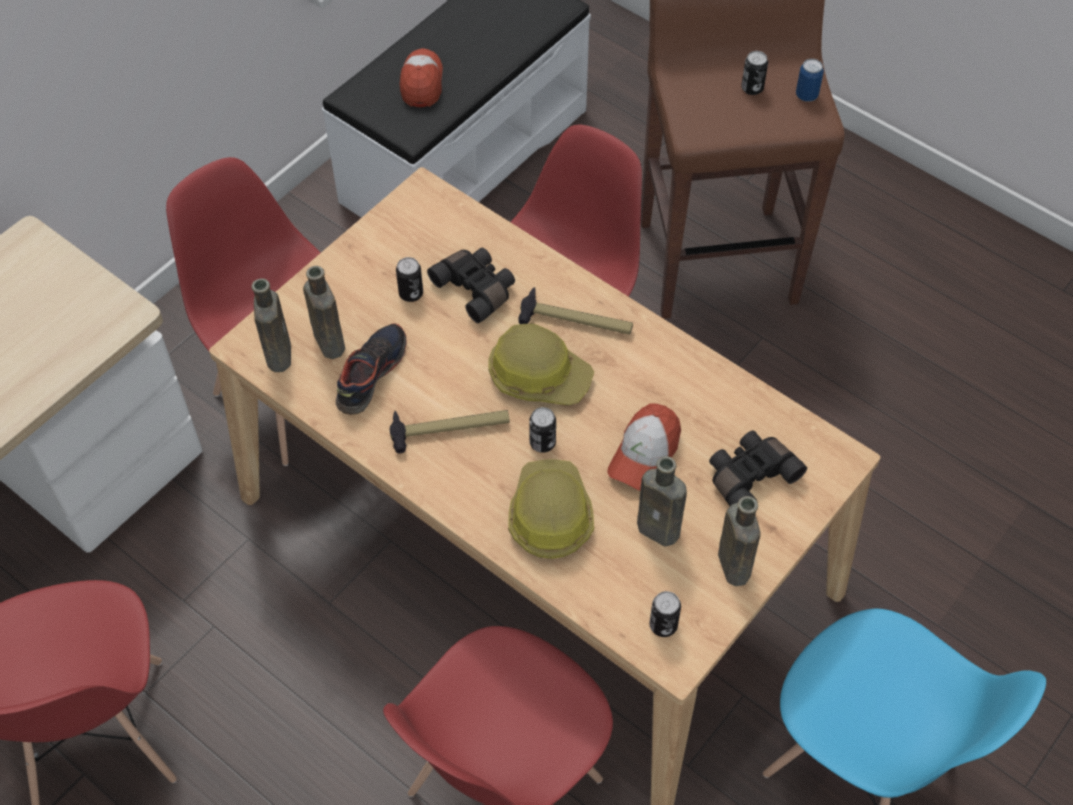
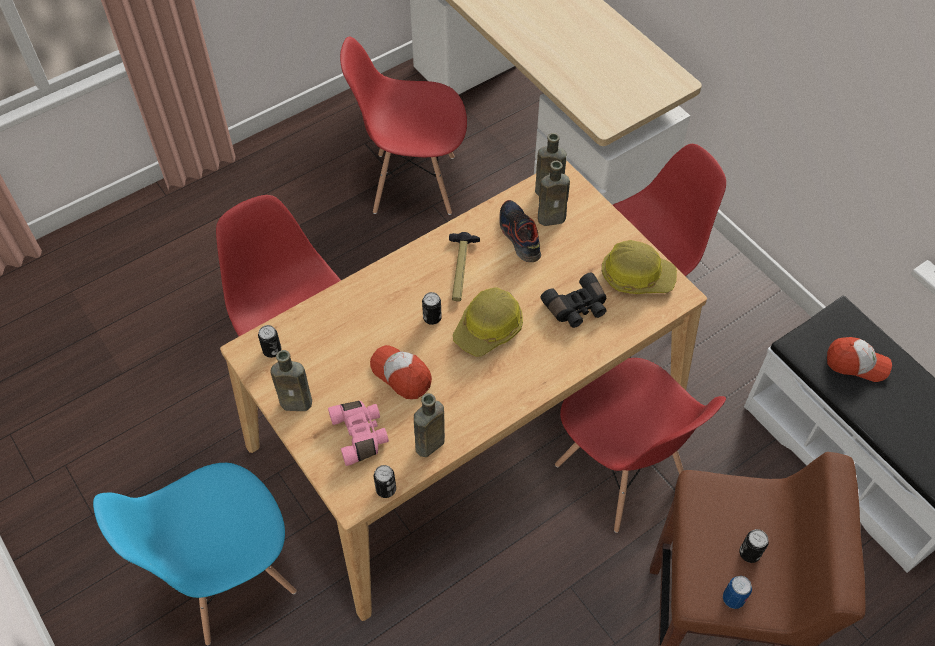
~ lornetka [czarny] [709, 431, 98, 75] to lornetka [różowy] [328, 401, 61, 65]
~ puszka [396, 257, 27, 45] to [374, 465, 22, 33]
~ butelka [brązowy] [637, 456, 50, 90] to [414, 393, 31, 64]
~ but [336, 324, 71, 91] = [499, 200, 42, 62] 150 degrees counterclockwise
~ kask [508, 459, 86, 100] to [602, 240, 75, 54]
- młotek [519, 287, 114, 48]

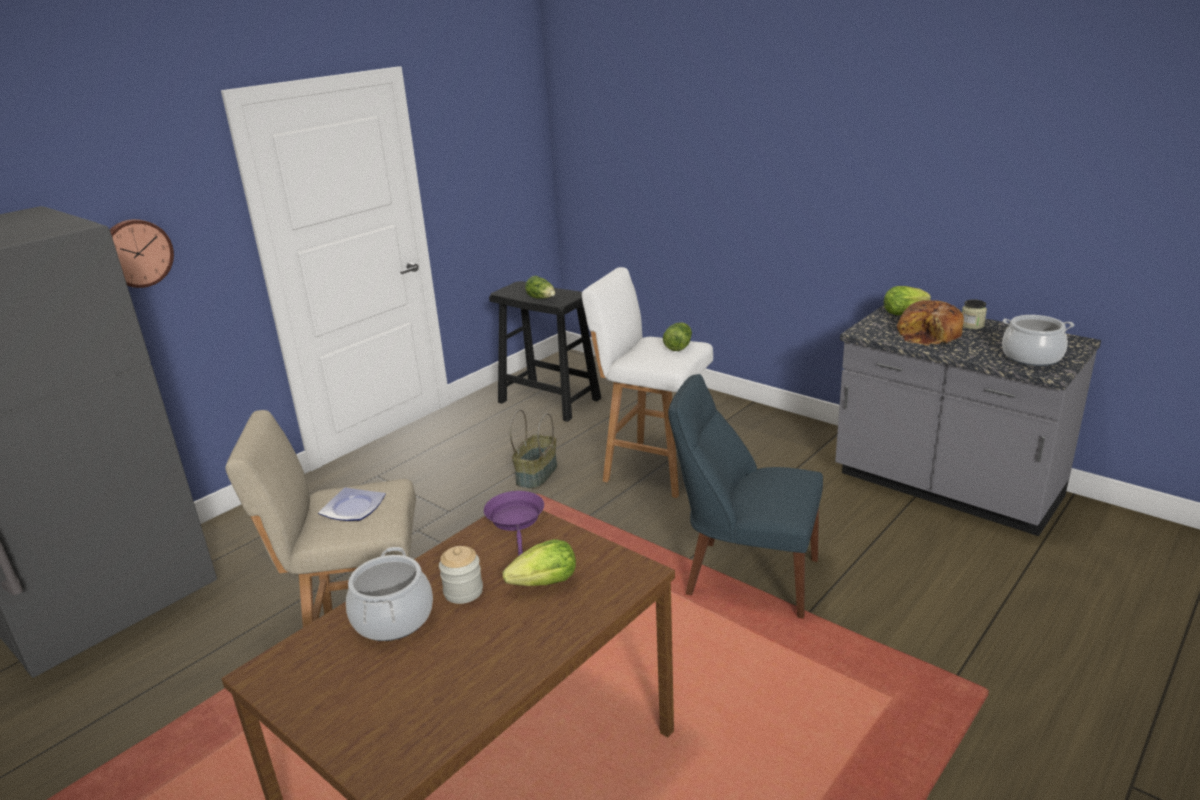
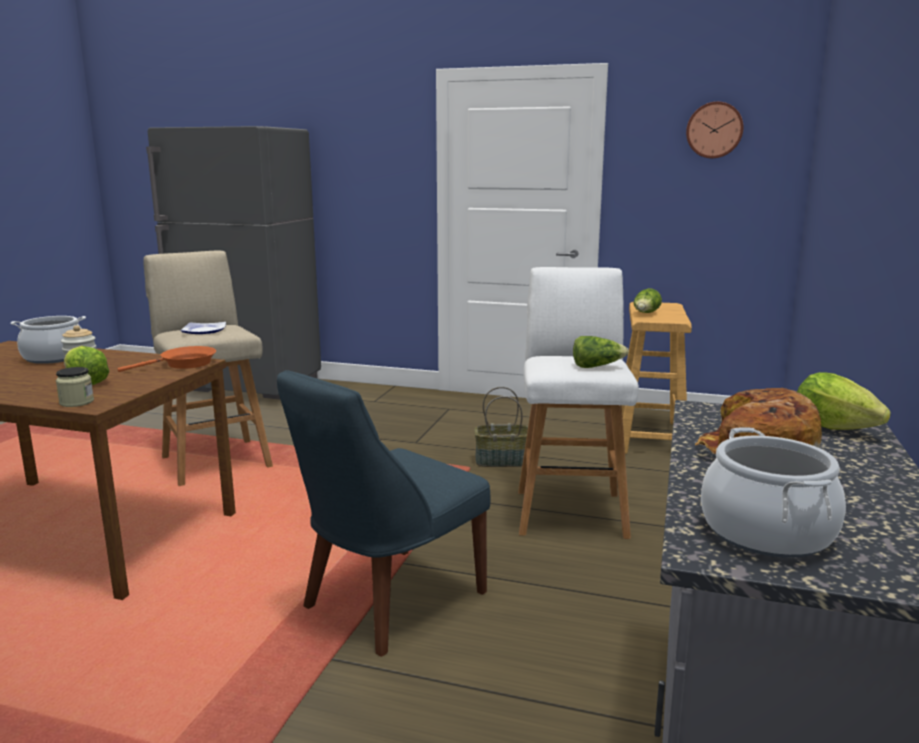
~ słoik [962, 299, 25, 30] to [56, 367, 38, 40]
~ patelnia [fioletowy] [484, 491, 60, 65] to patelnia [pomarańczowy] [118, 346, 98, 26]
~ krzesło [niebieski] [668, 374, 155, 245] = [277, 370, 213, 287] 135 degrees counterclockwise
~ stołek [czarny] [489, 281, 112, 141] to stołek [beżowy] [622, 302, 70, 152]
~ zegar ścienny [110, 219, 64, 69] to [686, 102, 57, 56]

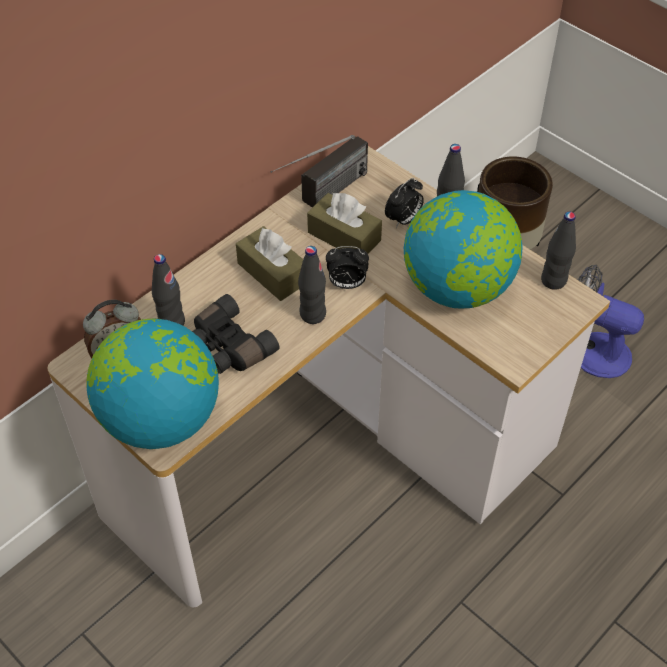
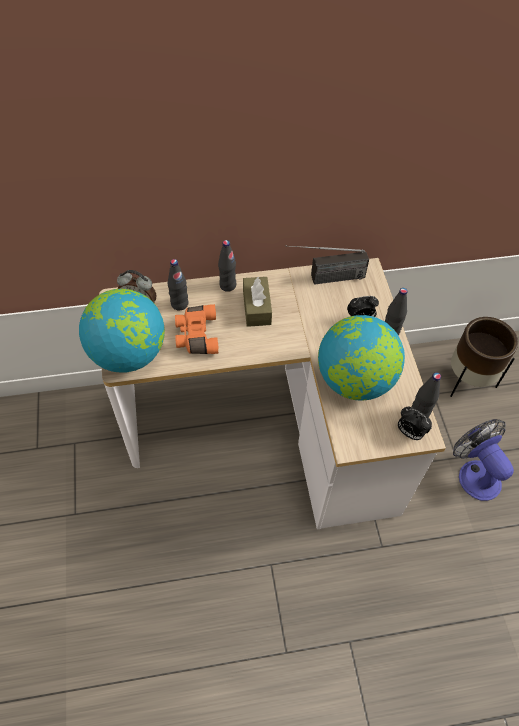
~ lornetka [czarny] [192, 294, 88, 80] to lornetka [pomarańczowy] [175, 304, 43, 50]
~ butelka [czarny] [298, 246, 28, 78] to [218, 240, 18, 52]
~ budzik [326, 246, 43, 43] to [398, 407, 34, 33]
- pudełko chusteczek [brązowy] [307, 192, 75, 62]

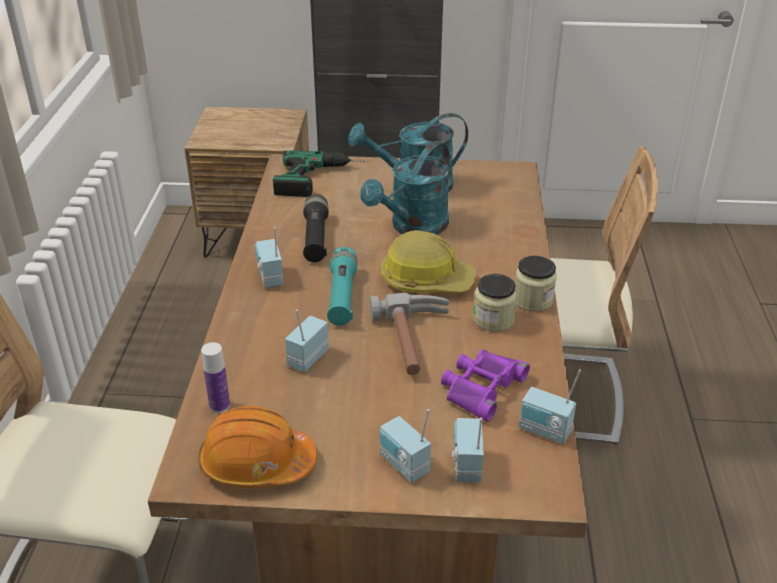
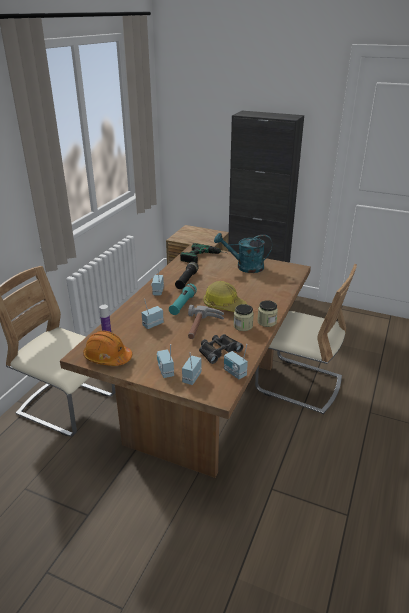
~ lornetka [fioletowy] [441, 349, 89, 73] to lornetka [czarny] [199, 334, 44, 30]
- konewka [turkusowy] [360, 141, 90, 94]

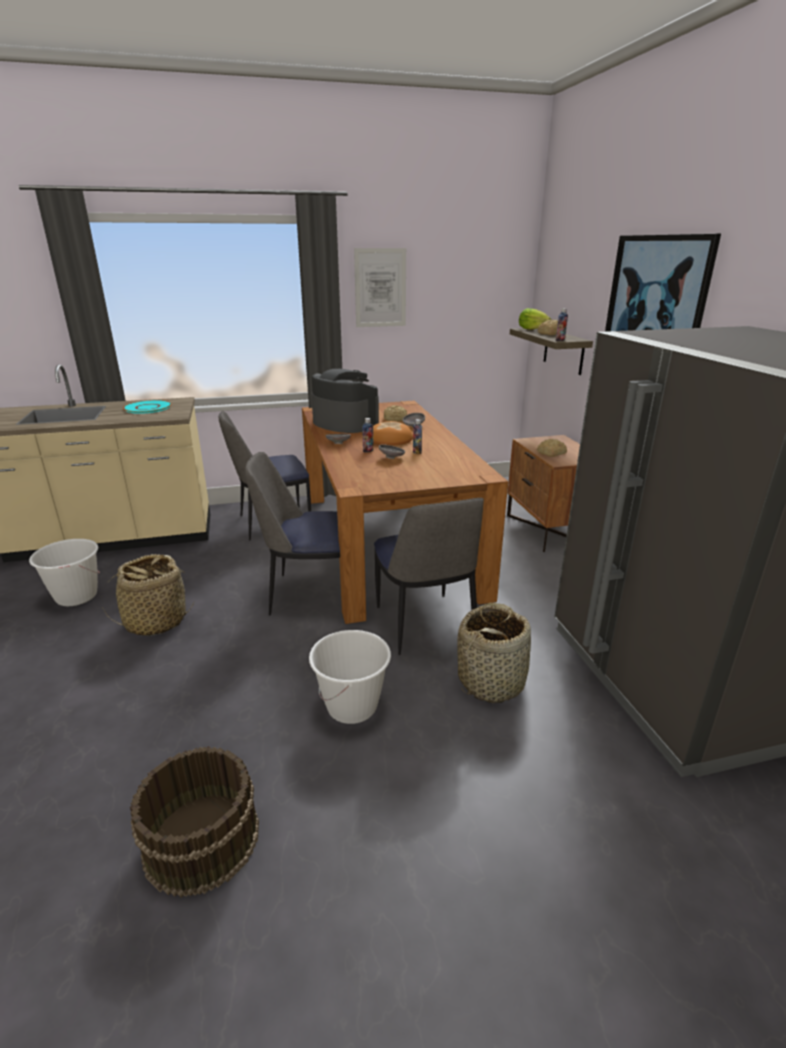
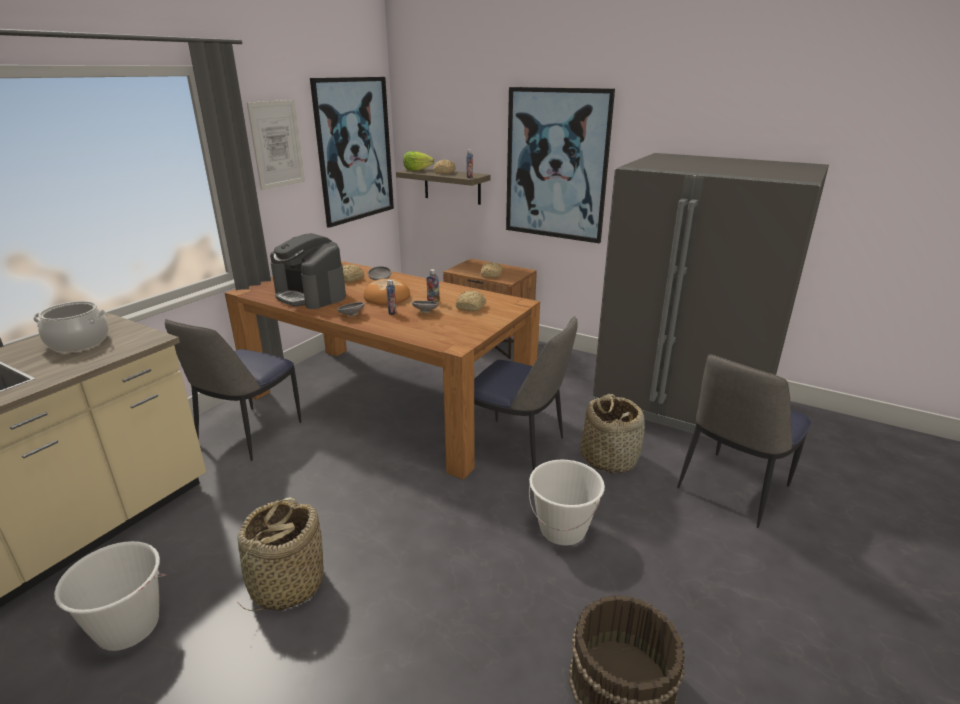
~ talerz [turkusowy] [123, 400, 49, 14] to garnek [33, 301, 76, 51]
~ ekspres do kawy [312, 369, 67, 64] = [270, 233, 76, 76] 135 degrees counterclockwise
+ obraz [310, 77, 84, 151]
+ chleb [456, 291, 30, 21]
~ krzesło [245, 452, 95, 163] to [677, 354, 134, 174]

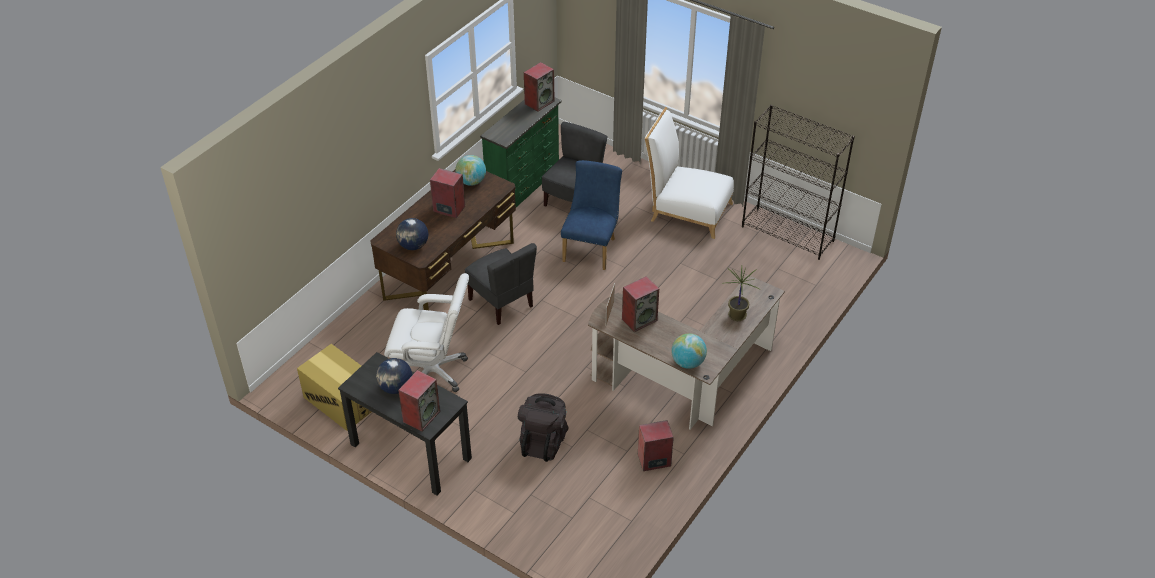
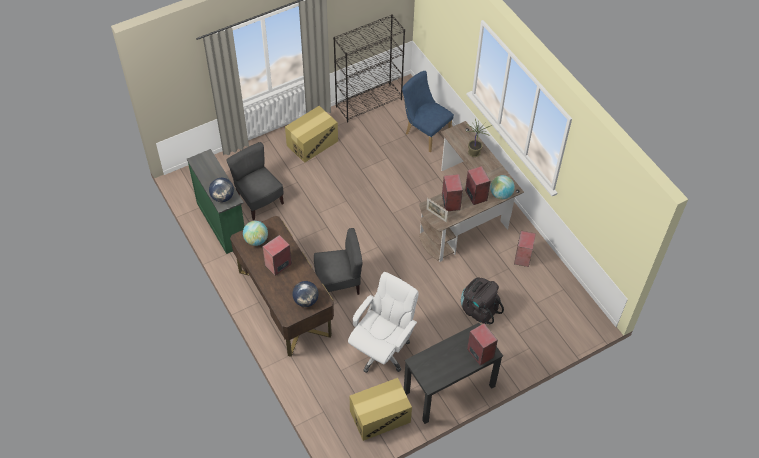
~ globus [376, 358, 36, 36] to [209, 178, 25, 24]
~ krzesło [biały] [645, 107, 89, 132] to karton [285, 106, 53, 57]
~ krzesło [niebieski] [561, 160, 61, 110] to [402, 71, 52, 81]
~ głośnik [524, 62, 31, 49] to [465, 166, 26, 39]

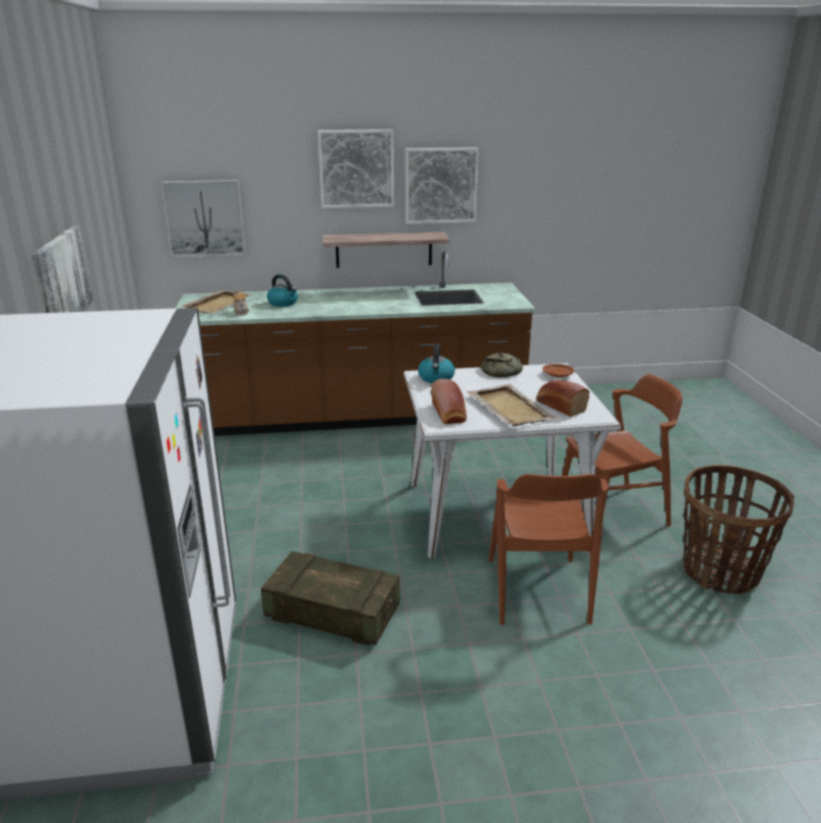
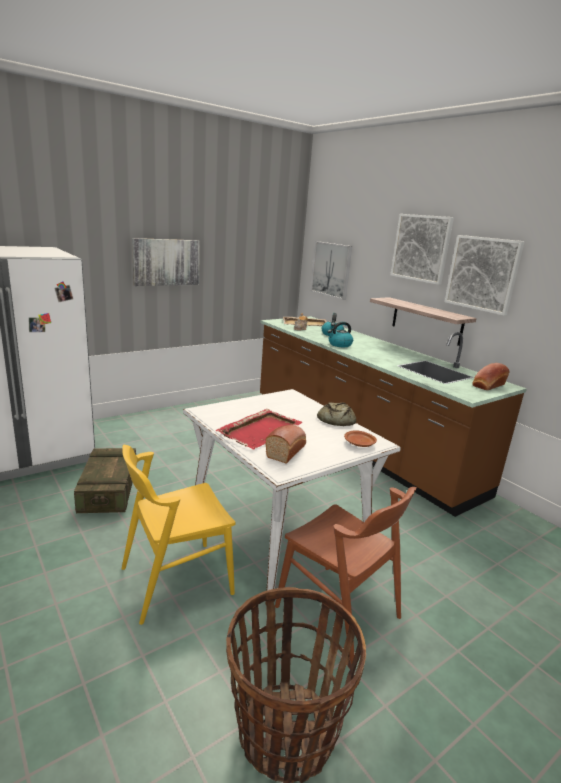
~ krzesło [brązowy] [489, 474, 119, 151] to krzesło [żółty] [122, 445, 114, 180]
~ taca [beżowy] [467, 384, 90, 42] to taca [czerwony] [216, 409, 87, 40]
~ czajnik [418, 344, 37, 39] to [328, 322, 25, 25]
~ chleb [431, 379, 36, 45] to [472, 363, 38, 27]

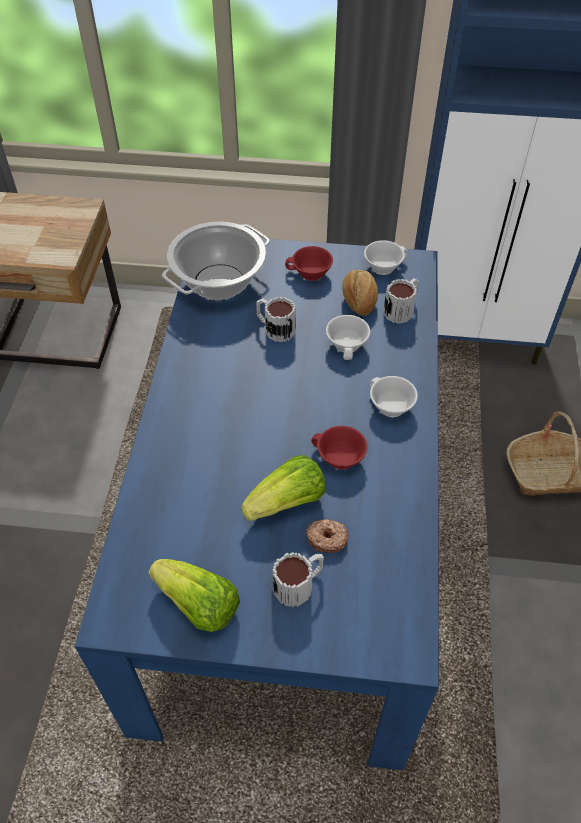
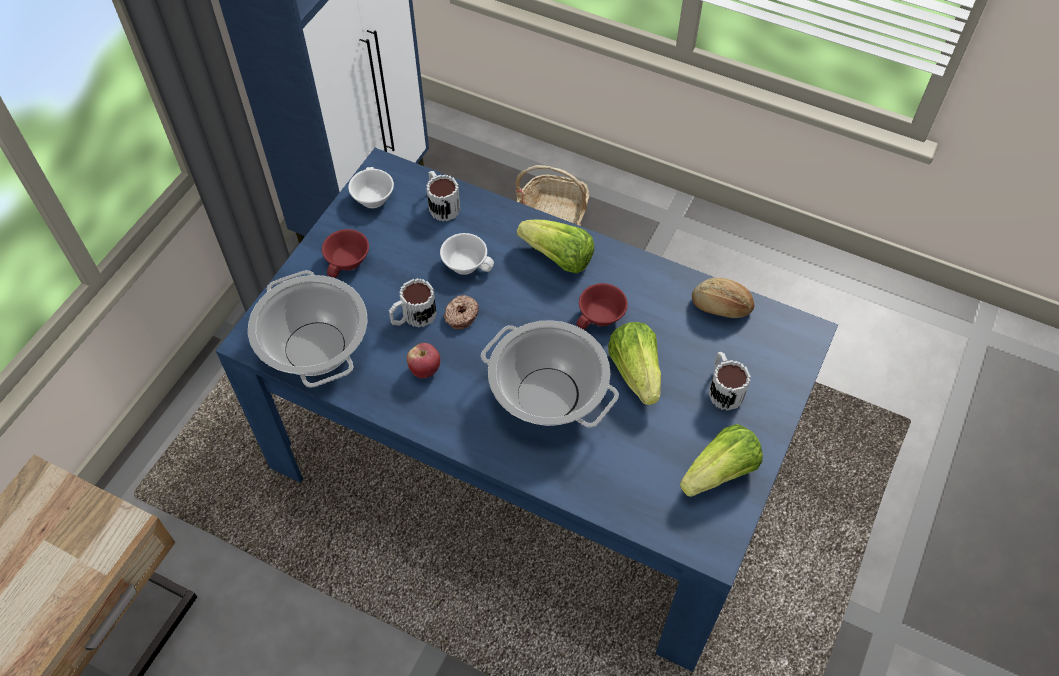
+ jabłko [407, 343, 33, 35]
~ donut [306, 519, 42, 34] to [444, 295, 35, 34]
+ garnek [481, 320, 138, 108]
~ filiżanka [biały] [370, 376, 48, 41] to sałata [517, 220, 77, 54]
~ chleb [342, 270, 36, 46] to [692, 278, 62, 40]

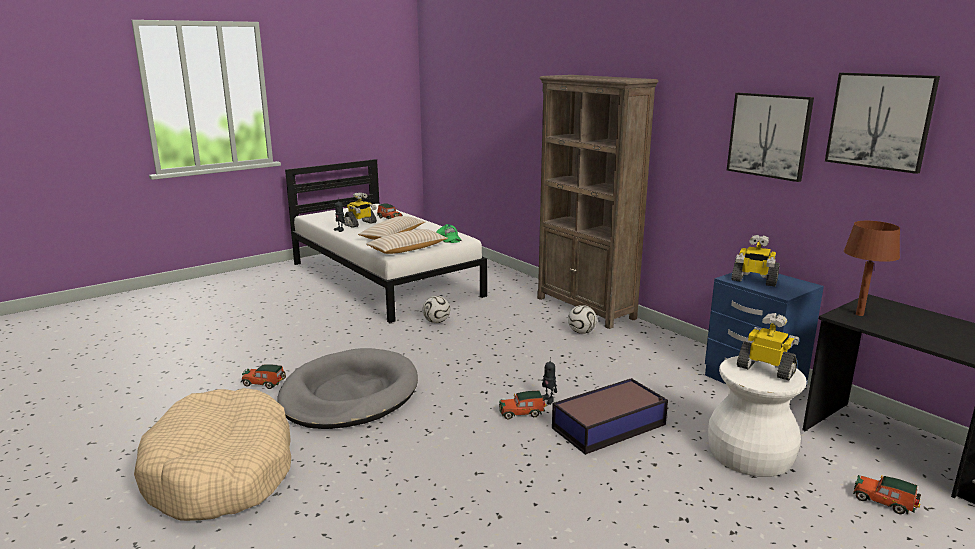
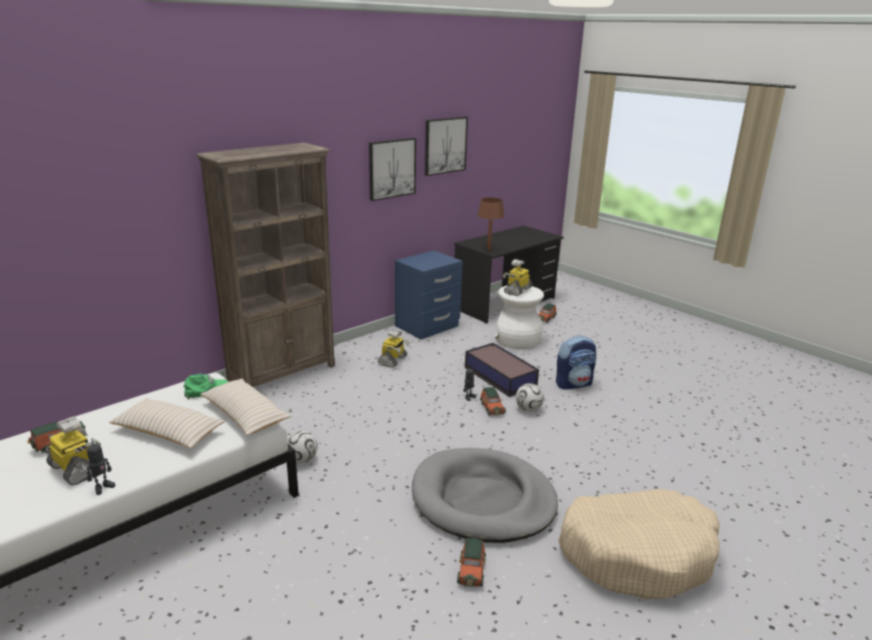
~ robot zabawkowy [731, 235, 49, 52] to [378, 330, 32, 38]
~ piłka futbolowa [568, 305, 29, 29] to [516, 383, 28, 29]
+ plecak [556, 336, 40, 54]

